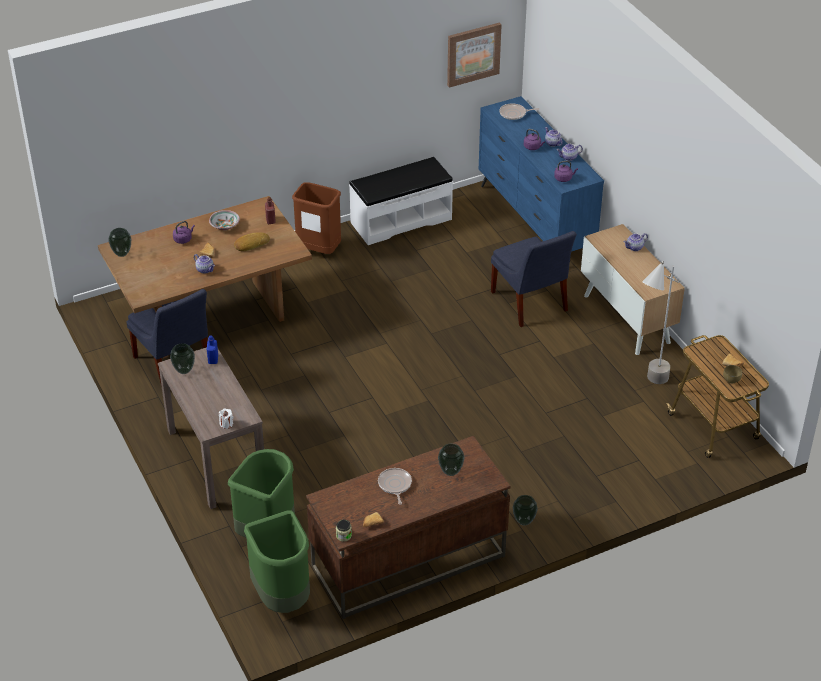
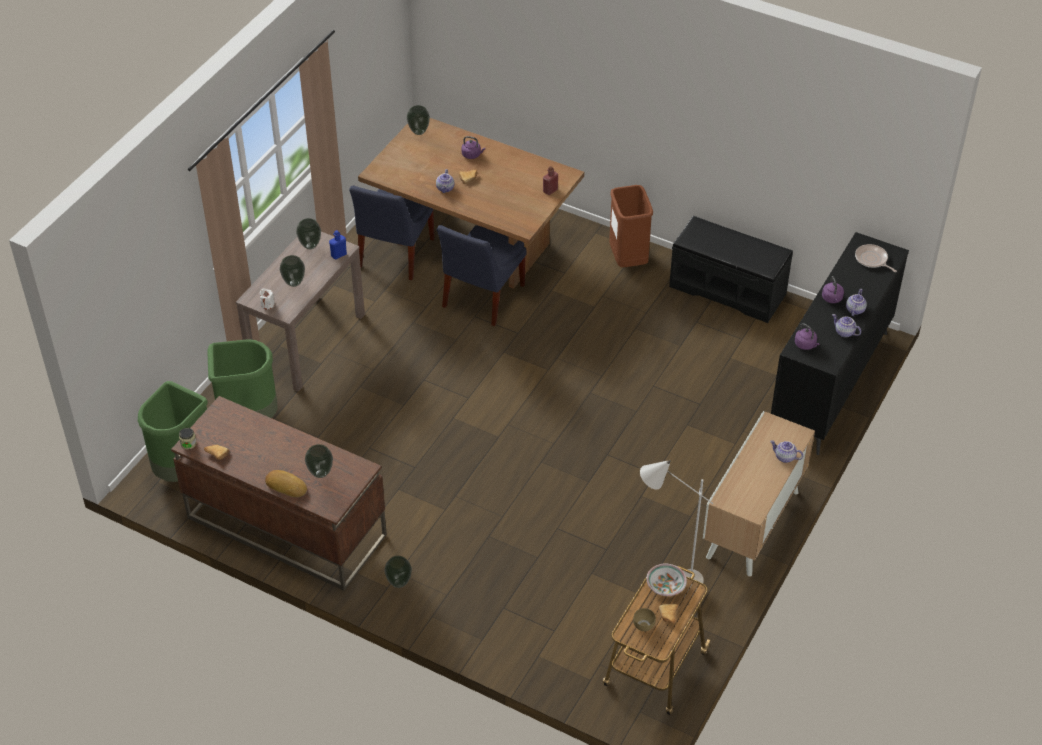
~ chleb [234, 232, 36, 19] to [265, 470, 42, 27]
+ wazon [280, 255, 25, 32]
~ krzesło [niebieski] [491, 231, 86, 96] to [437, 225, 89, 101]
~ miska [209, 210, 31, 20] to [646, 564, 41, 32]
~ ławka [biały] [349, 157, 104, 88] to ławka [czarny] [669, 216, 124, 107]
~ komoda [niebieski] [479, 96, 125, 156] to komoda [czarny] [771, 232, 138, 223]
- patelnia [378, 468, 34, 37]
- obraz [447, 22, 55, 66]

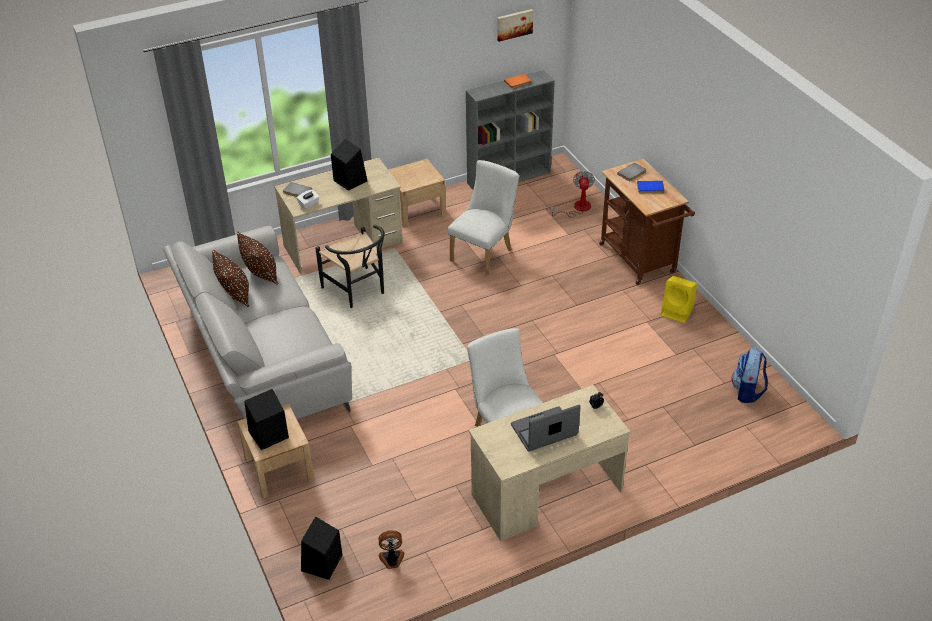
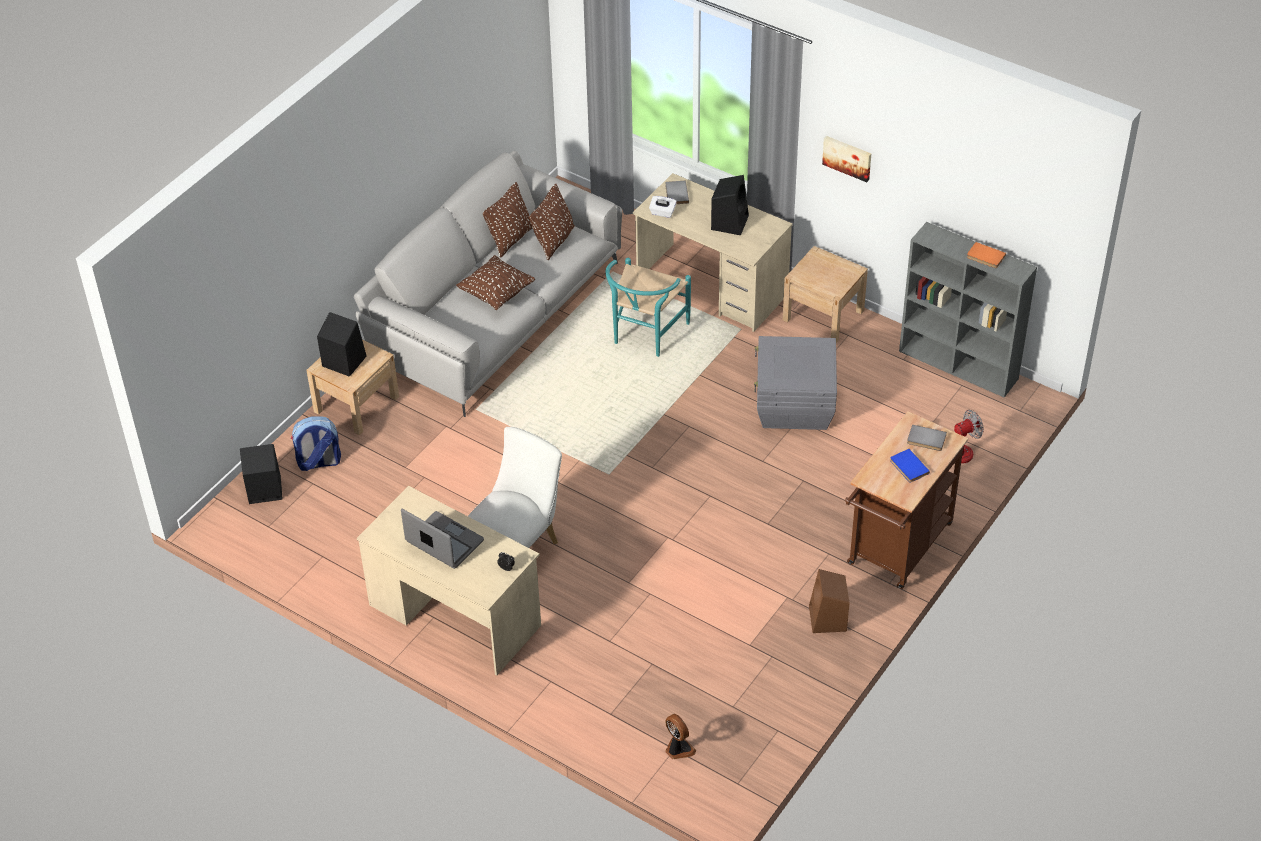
~ plecak [731, 348, 37, 55] to [291, 416, 50, 55]
+ poduszka [brązowy] [456, 255, 79, 55]
~ krzesło [czarny] [315, 225, 70, 83] to krzesło [turkusowy] [605, 258, 86, 99]
~ wentylator [378, 530, 26, 39] to [665, 714, 31, 45]
~ krzesło [biały] [448, 160, 71, 116] to pojemnik do przechowywania [szary] [754, 336, 83, 94]
~ głośnik [żółty] [661, 276, 36, 47] to głośnik [brązowy] [809, 569, 40, 64]
~ obraz [497, 9, 36, 33] to [822, 136, 49, 46]

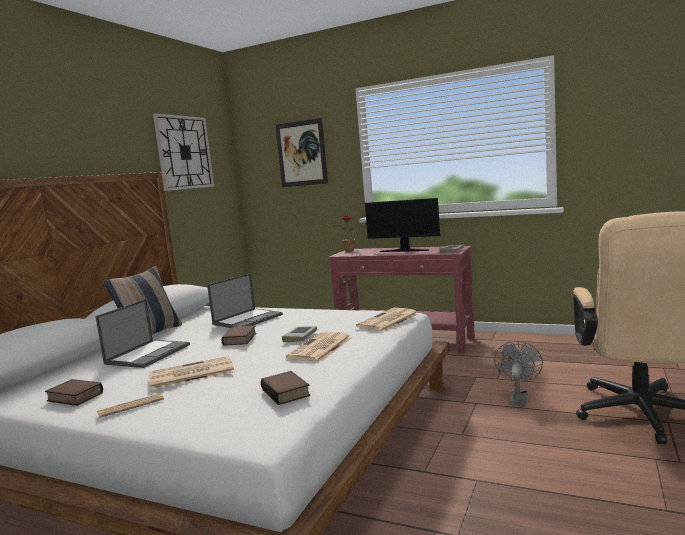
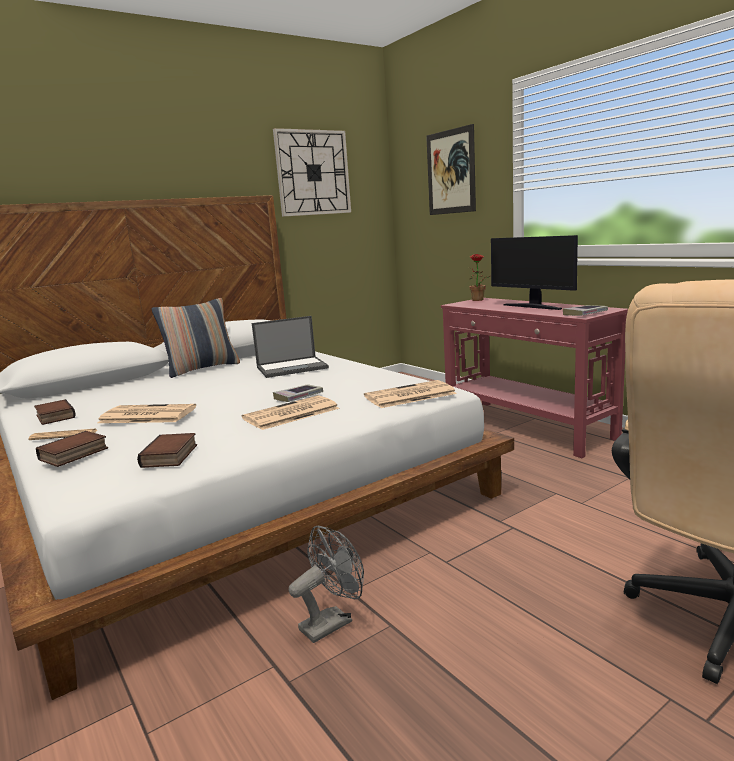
~ książka [221, 325, 35, 21] to [36, 431, 72, 36]
~ wentylator [szary] [494, 341, 49, 65] to [289, 526, 75, 117]
- laptop [95, 299, 95, 69]

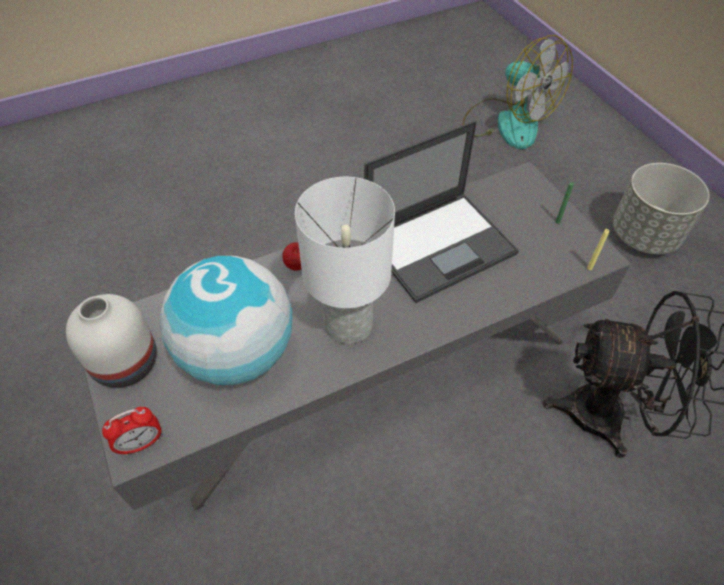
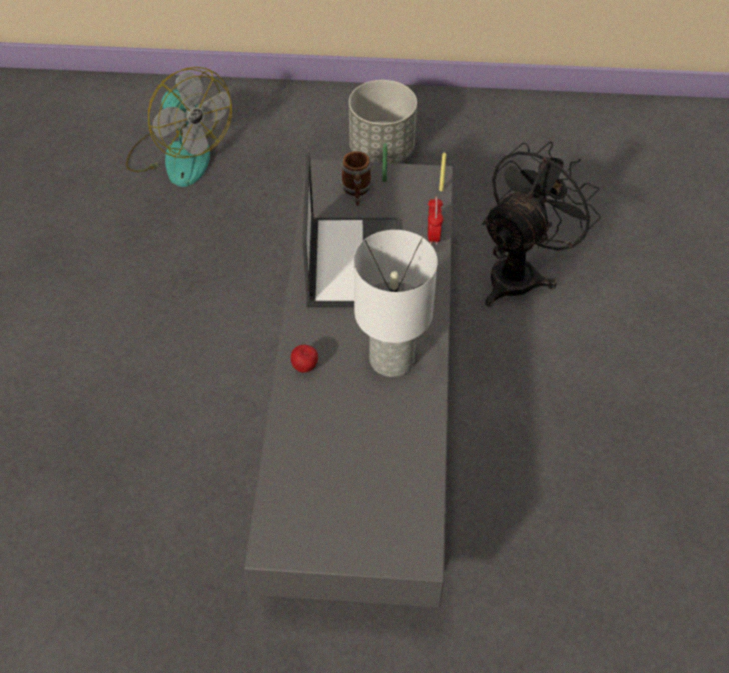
~ wentylator [463, 35, 110, 114] = [126, 67, 106, 120] 60 degrees clockwise
+ kubek [341, 151, 31, 55]
~ budzik [102, 407, 59, 48] to [428, 196, 16, 49]
- wazon [biały] [66, 294, 91, 94]
- globus [160, 256, 133, 129]

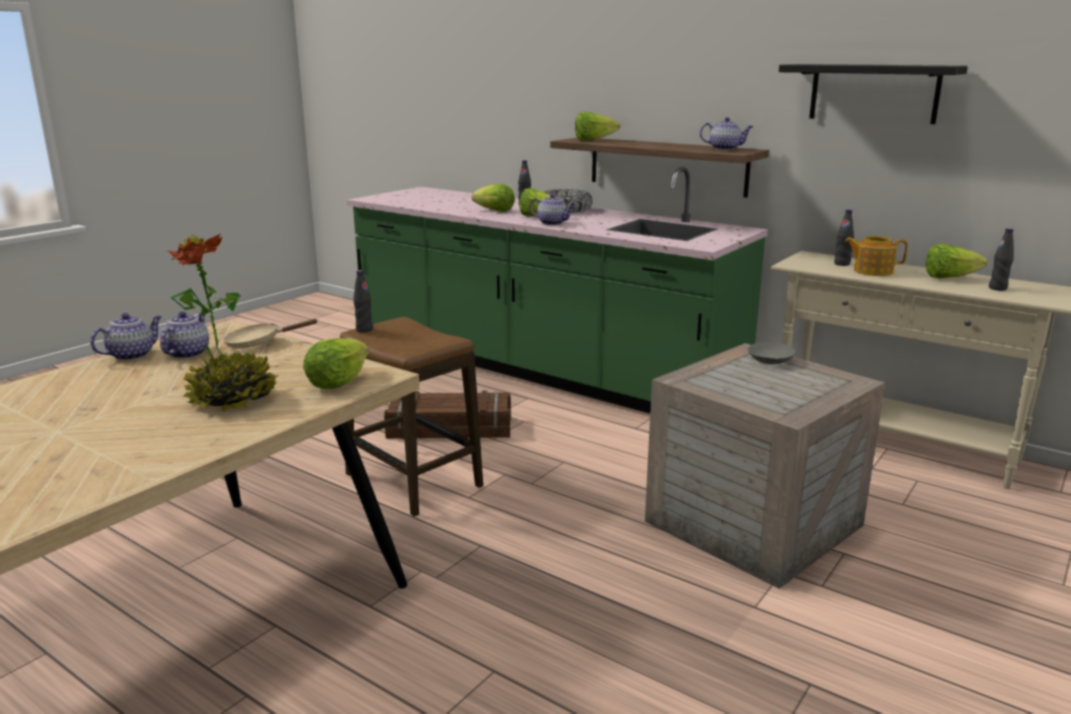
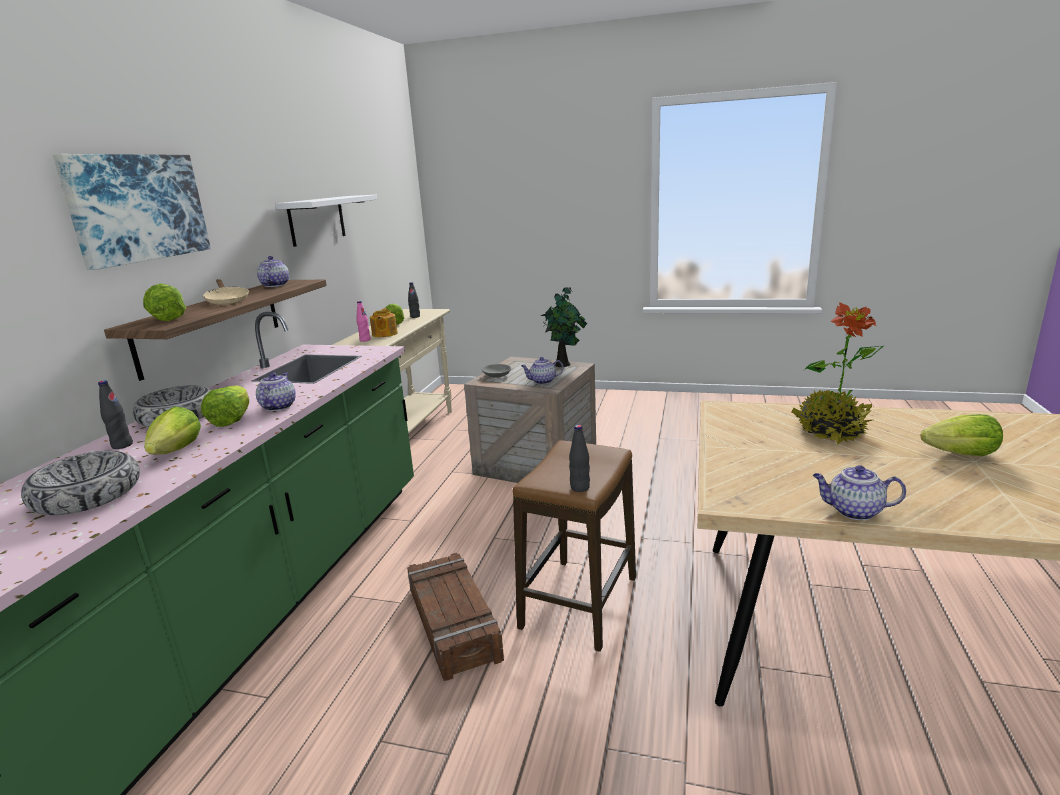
+ miska [21, 451, 119, 64]
+ obraz [53, 154, 158, 116]
~ patelnia [beżowy] [223, 319, 95, 30] to [203, 279, 46, 26]
~ półka [czarny] [779, 64, 189, 60] to półka [biały] [276, 195, 101, 52]
~ butelka [czarny] [834, 210, 20, 56] to butelka [różowy] [356, 301, 15, 41]
~ imbryk [160, 312, 49, 47] to [521, 357, 43, 27]
+ roślina doniczkowa [541, 287, 46, 80]
~ sałata [303, 338, 66, 51] to [921, 414, 82, 42]

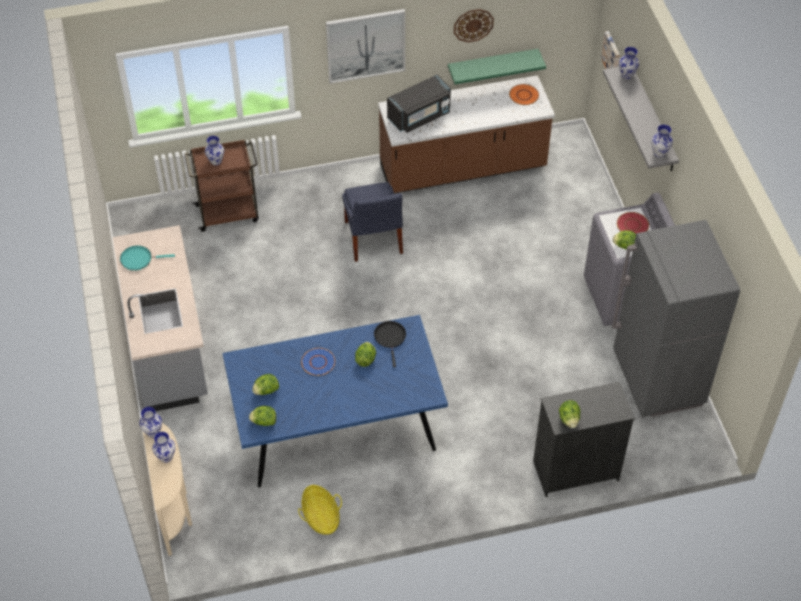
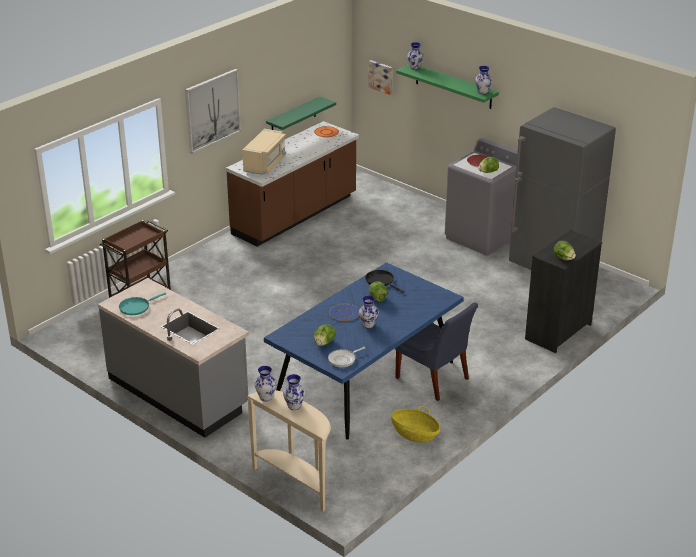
~ mikrofalówka [czarny] [387, 74, 64, 59] to mikrofalówka [beżowy] [242, 129, 44, 46]
~ sałata [249, 406, 27, 20] to patelnia [328, 347, 37, 20]
~ wazon [205, 136, 19, 29] to [359, 295, 20, 33]
~ krzesło [niebieski] [342, 182, 61, 80] to [395, 303, 83, 98]
~ półka [szary] [603, 67, 76, 105] to półka [zielony] [396, 64, 103, 45]
- zegar ścienny [454, 9, 40, 33]

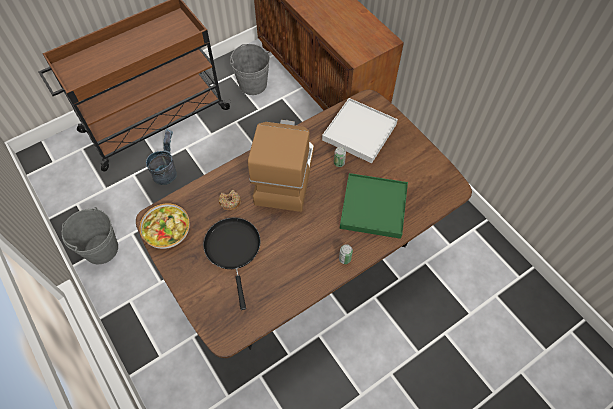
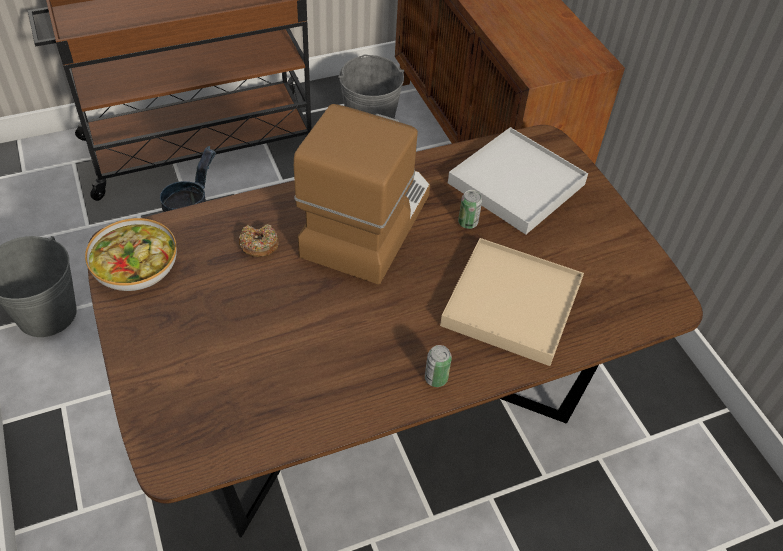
~ taca [zielony] [340, 173, 68, 66] to taca [beżowy] [440, 238, 144, 128]
- patelnia [czarny] [203, 218, 58, 92]

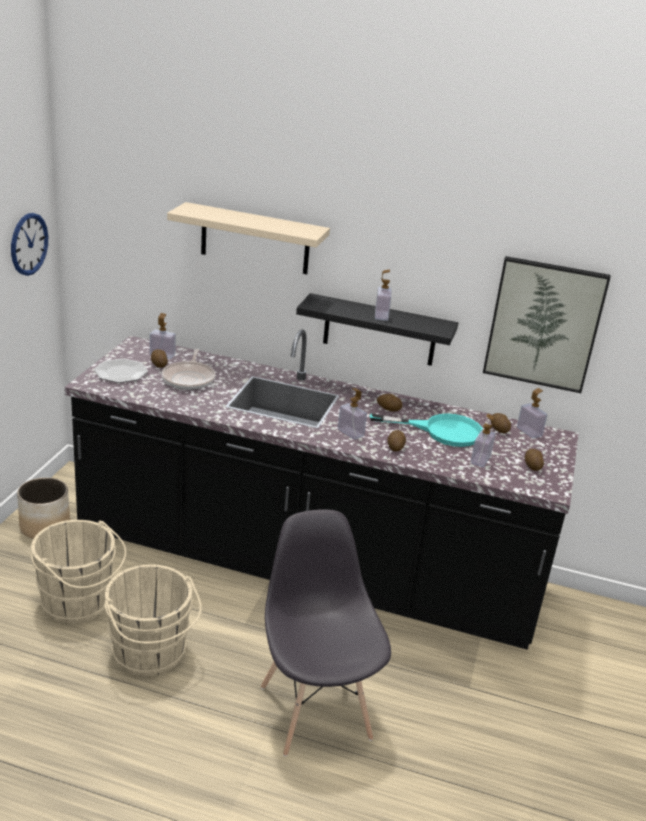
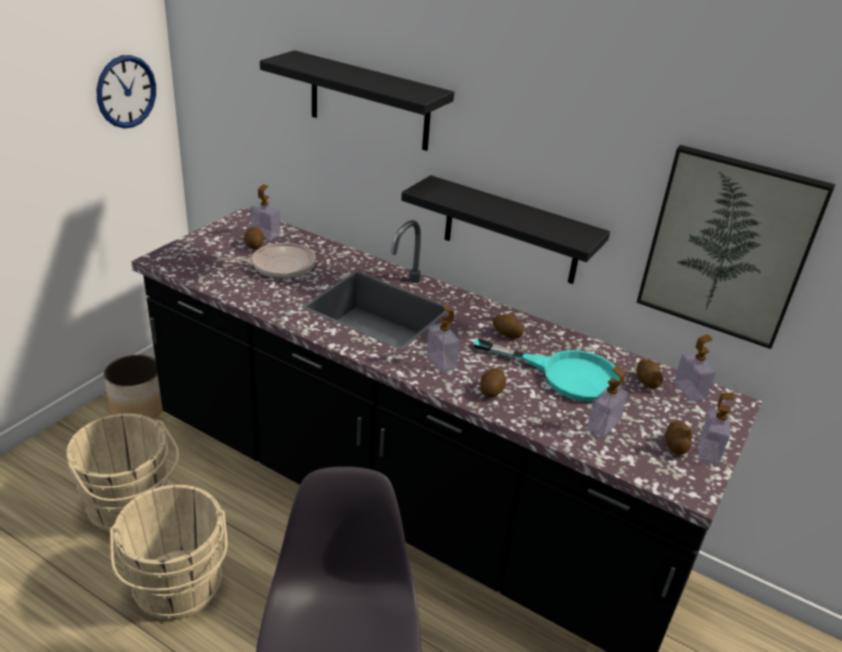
~ patelnia [162, 349, 53, 41] = [217, 243, 99, 36] 120 degrees counterclockwise
~ półka [beżowy] [167, 202, 163, 72] to półka [czarny] [260, 50, 194, 101]
~ dozownik mydła [375, 269, 16, 52] to [698, 393, 36, 72]
- talerz [94, 358, 54, 25]

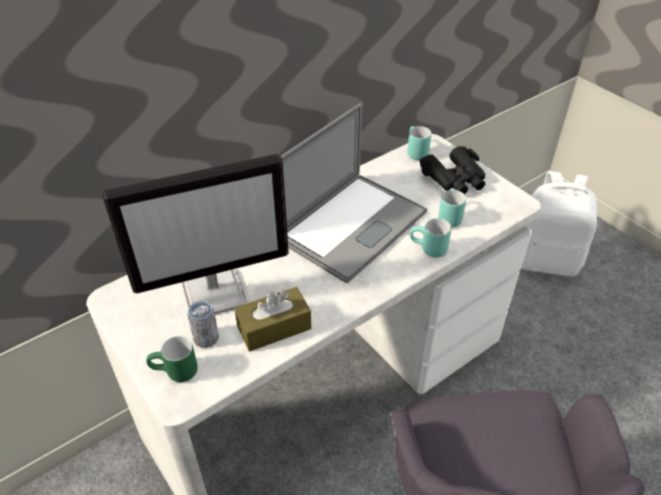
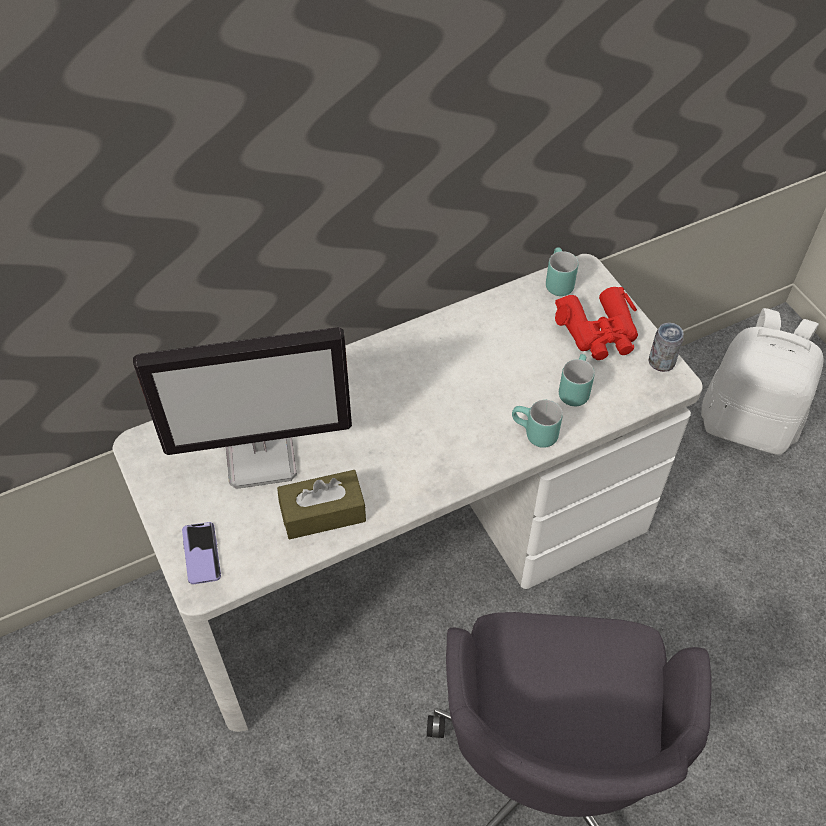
~ kubek [zielony] [146, 336, 52, 46] to telefon [182, 522, 39, 62]
~ lornetka [czarny] [419, 146, 67, 48] to lornetka [czerwony] [555, 287, 83, 73]
~ puszka [188, 301, 31, 47] to [648, 323, 36, 49]
- laptop [281, 103, 146, 180]

